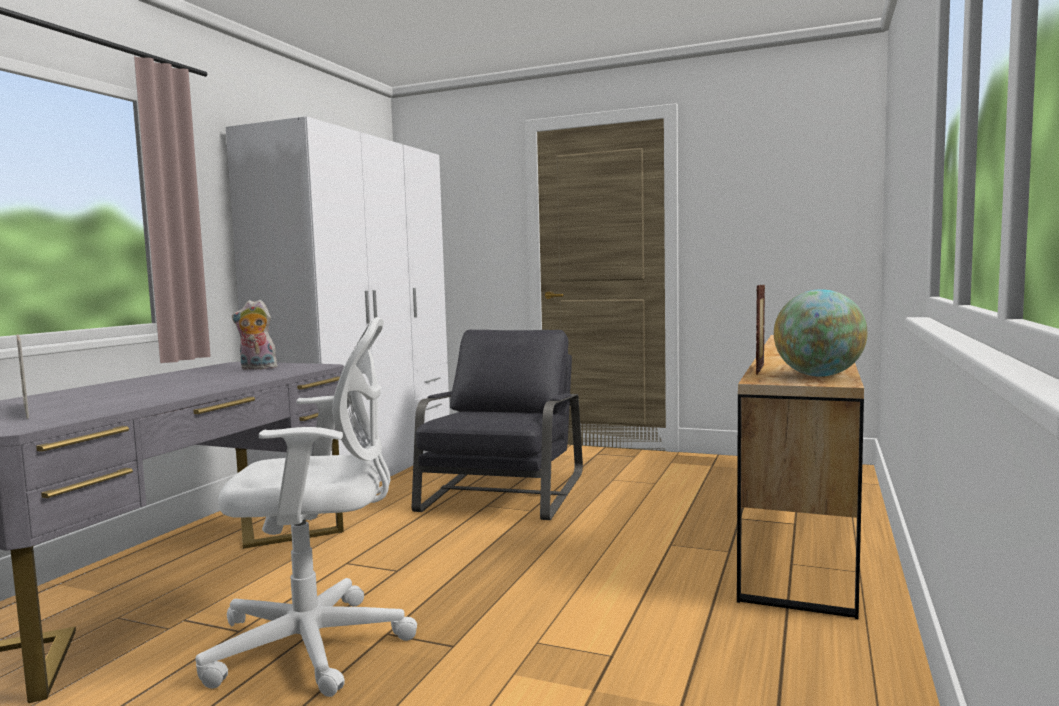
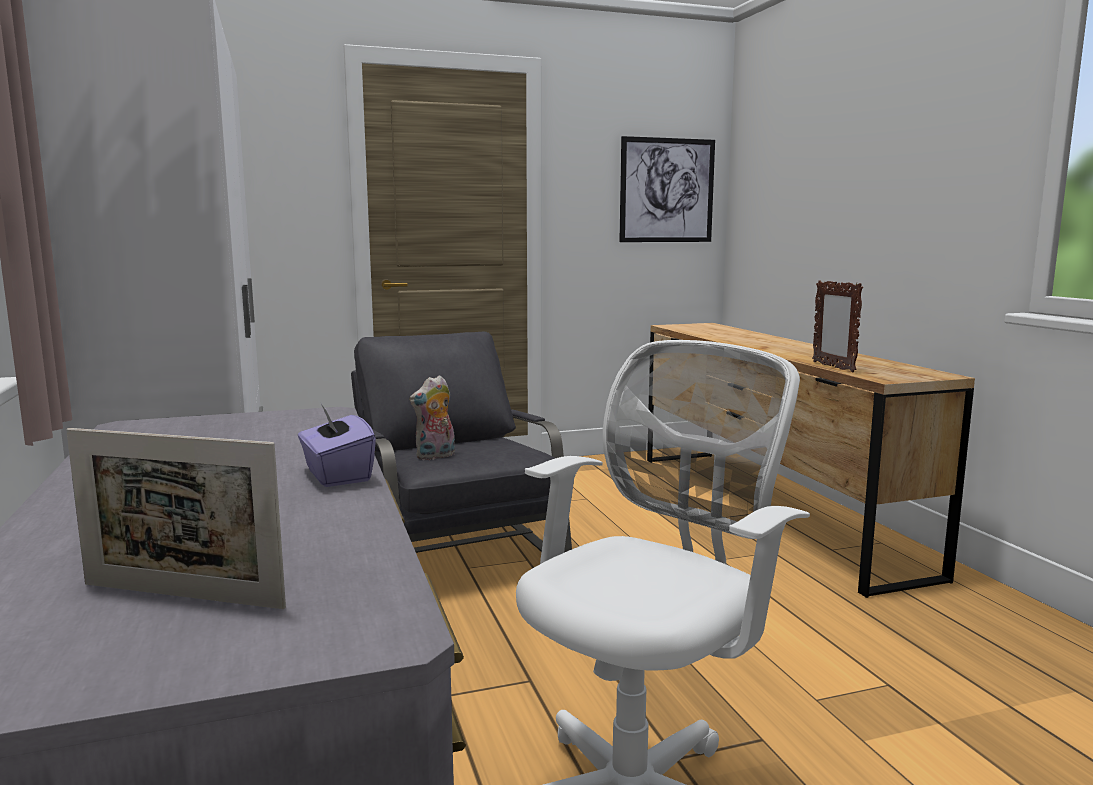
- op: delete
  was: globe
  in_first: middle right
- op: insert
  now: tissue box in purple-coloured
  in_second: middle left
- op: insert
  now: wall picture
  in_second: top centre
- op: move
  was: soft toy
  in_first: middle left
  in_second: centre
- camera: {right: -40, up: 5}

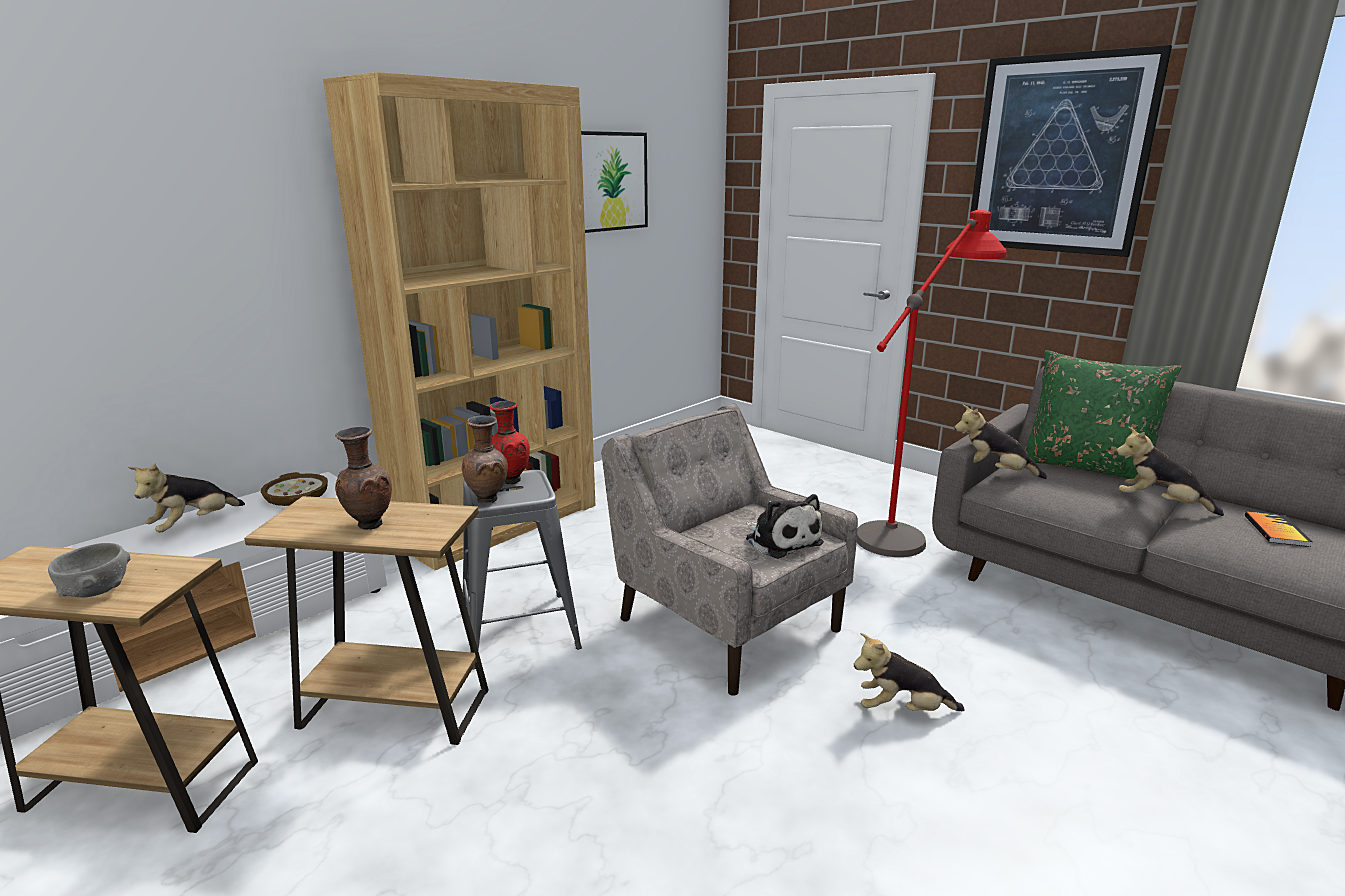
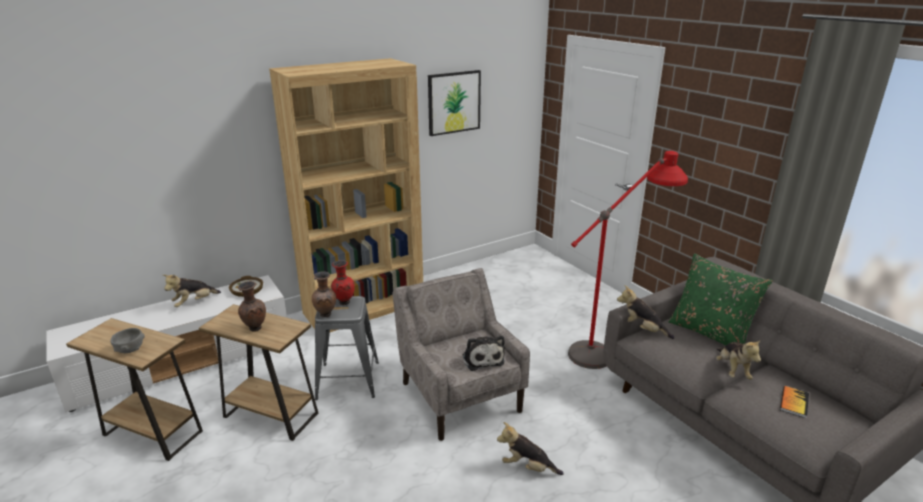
- op: delete
  was: wall picture (2nd from left)
  in_first: top right
- op: rotate
  was: soft toy (5th from left)
  in_first: middle right
  in_second: bottom right
  clockwise: -135
- camera: {right: 15, up: 5}

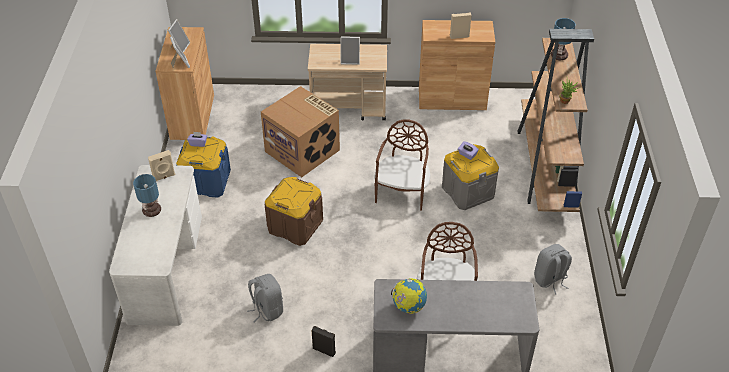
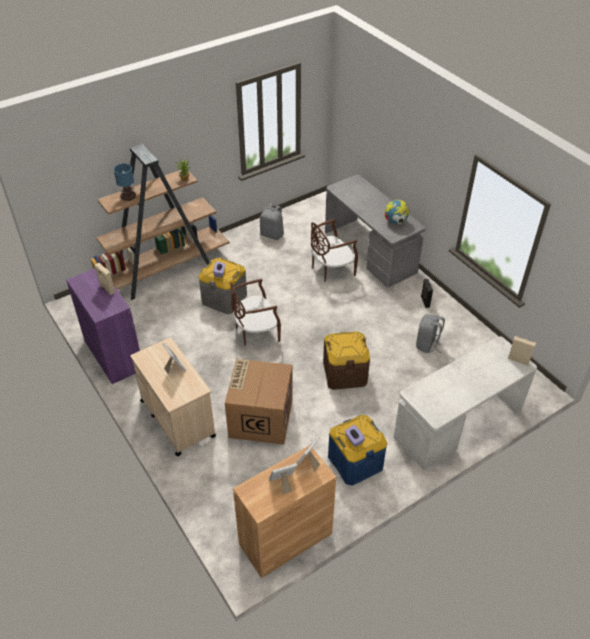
- op: delete
  was: table lamp (1st from left)
  in_first: middle left
- op: move
  was: loudspeaker in beige (1st from left in the first image)
  now: loudspeaker in beige (2nd from left)
  in_first: middle left
  in_second: middle right
- op: recolor
  was: cupboard in brown-coloured (2nd from left)
  now: cupboard in purple-coloured
  in_first: top centre
  in_second: middle left
- camera: {right: -125, up: 0}

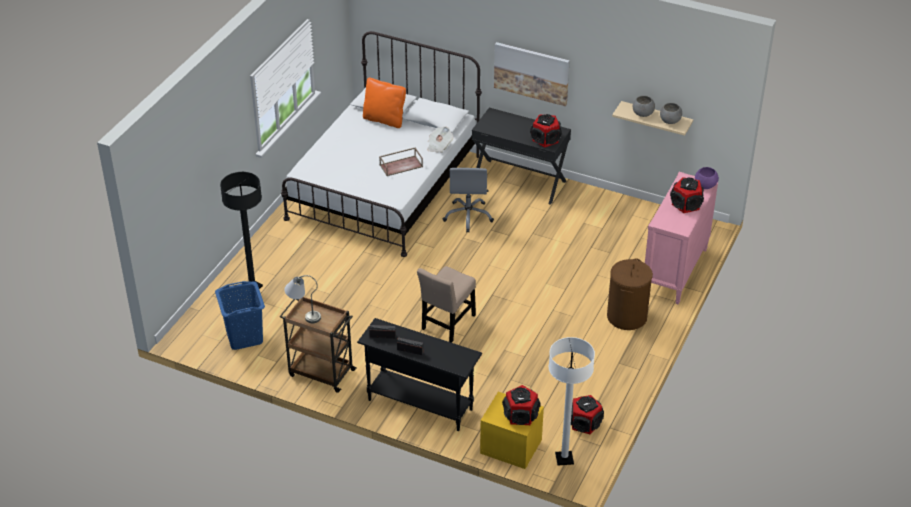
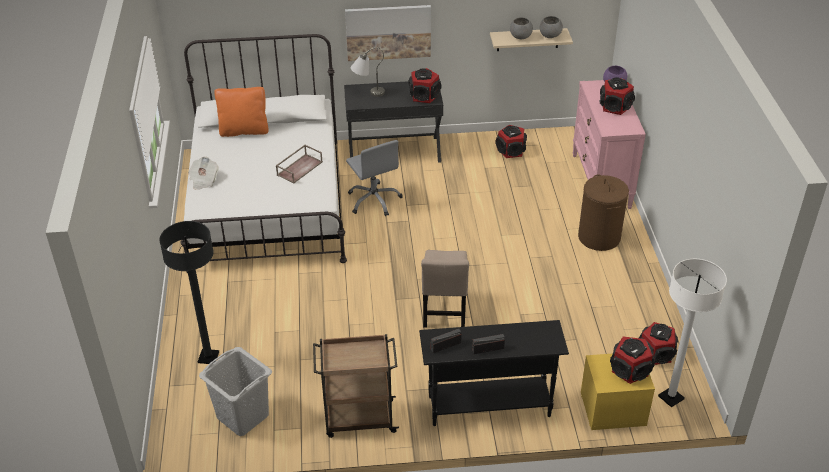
- op: insert
  now: loudspeaker (2nd from left)
  in_second: top centre
- op: move
  was: table lamp in gray
  in_first: middle left
  in_second: top centre
- op: move
  was: daily paper
  in_first: top centre
  in_second: middle left
- op: recolor
  was: laundry basket in bluish
  now: laundry basket in gray
  in_first: middle left
  in_second: bottom left
- camera: {right: -30, up: 0}

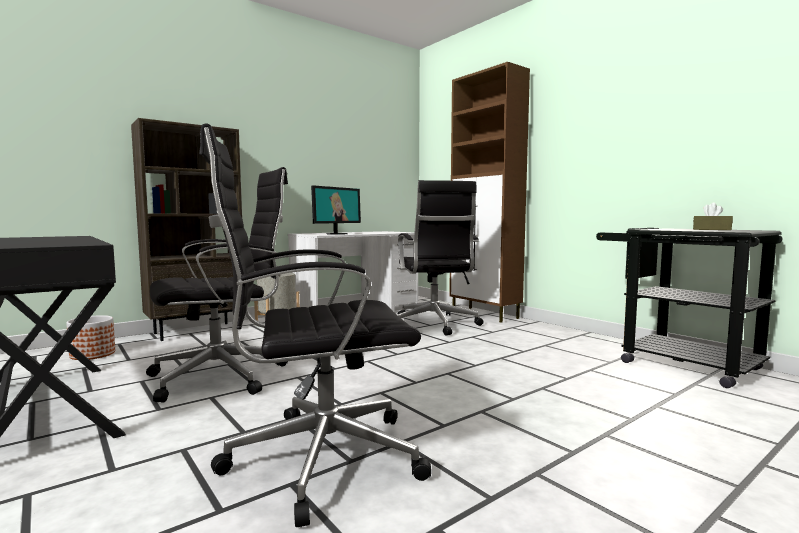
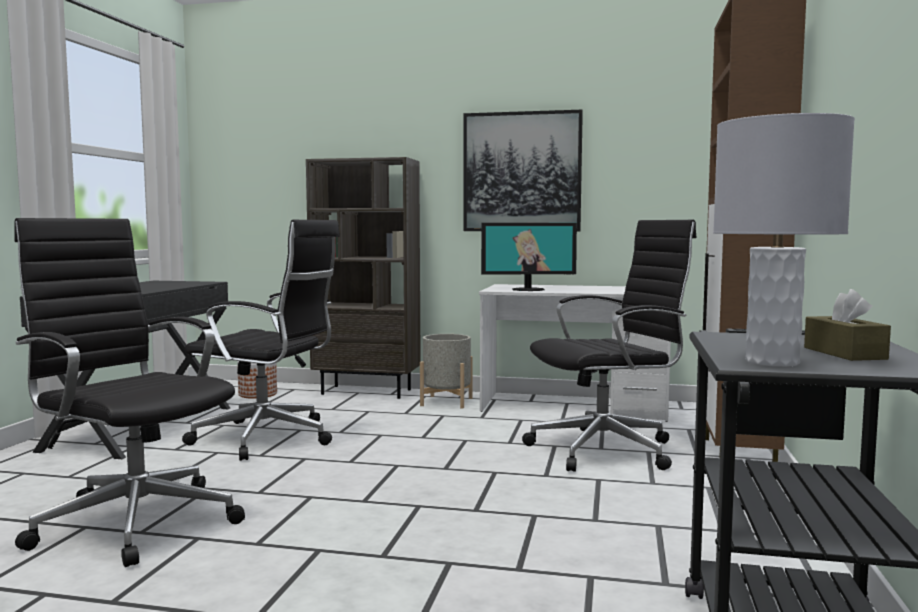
- op: insert
  now: wall picture
  in_second: top centre
- op: insert
  now: table lamp in gray
  in_second: middle right
- op: rotate
  was: computer chair in black-coloured (3rd from left)
  in_first: centre
  in_second: centre
  clockwise: -150
- camera: {right: 50, up: 0}

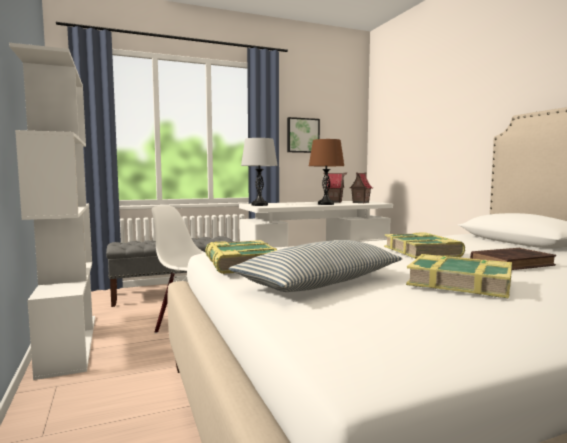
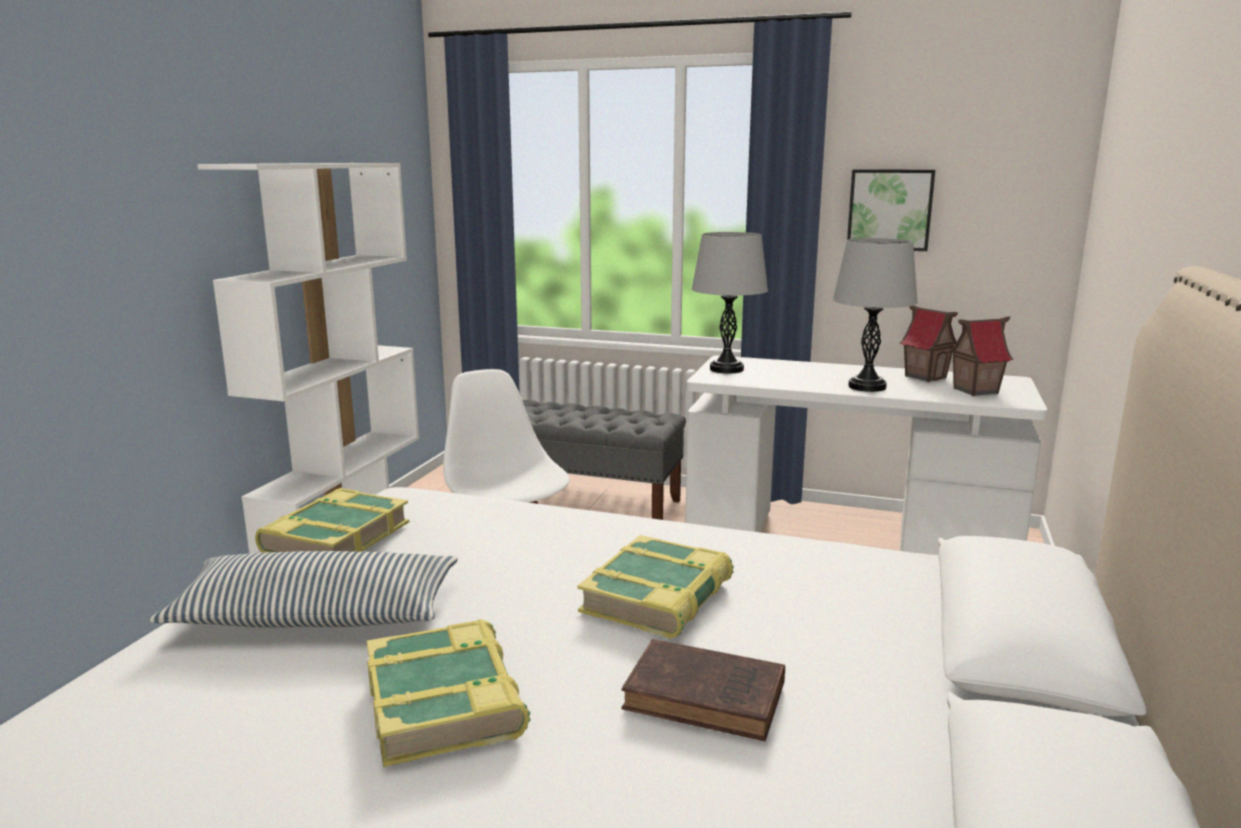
- op: recolor
  was: table lamp in brown-coloured
  now: table lamp in gray (2nd from left)
  in_first: centre
  in_second: middle right
- camera: {right: 40, up: 10}

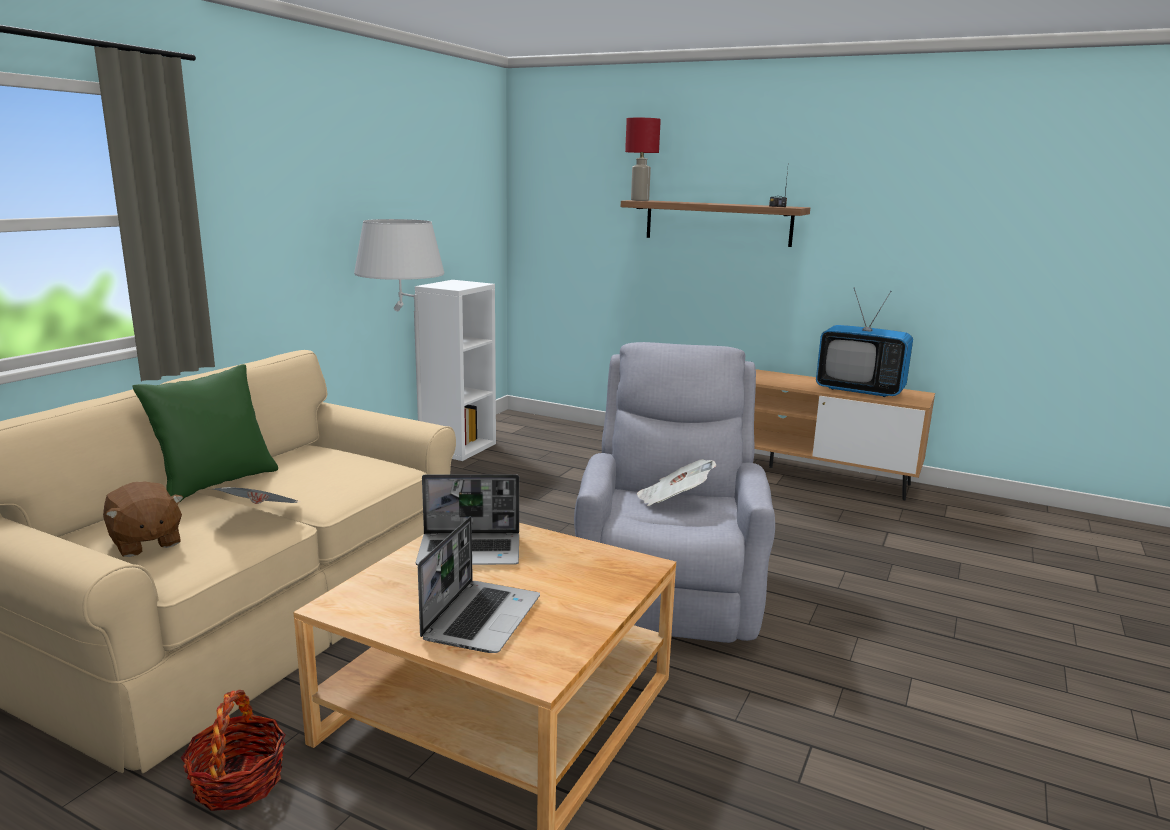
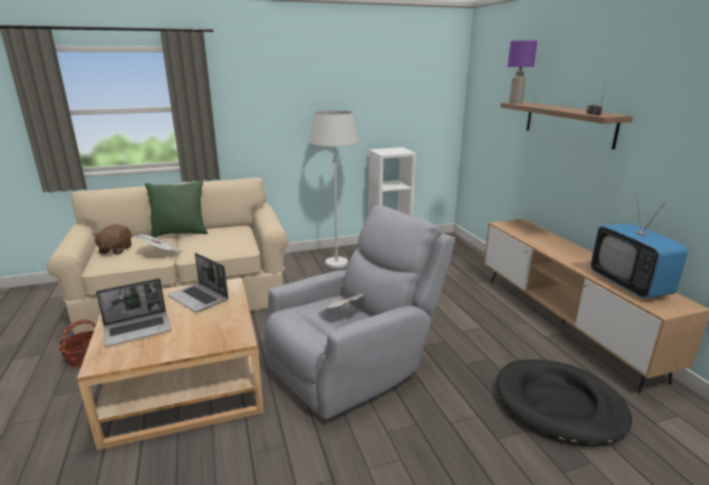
- op: insert
  now: dog bed in black-coloured
  in_second: bottom right
- op: recolor
  was: table lamp in reddish
  now: table lamp in purple-coloured
  in_first: top centre
  in_second: top right
- camera: {right: 45, up: 5}

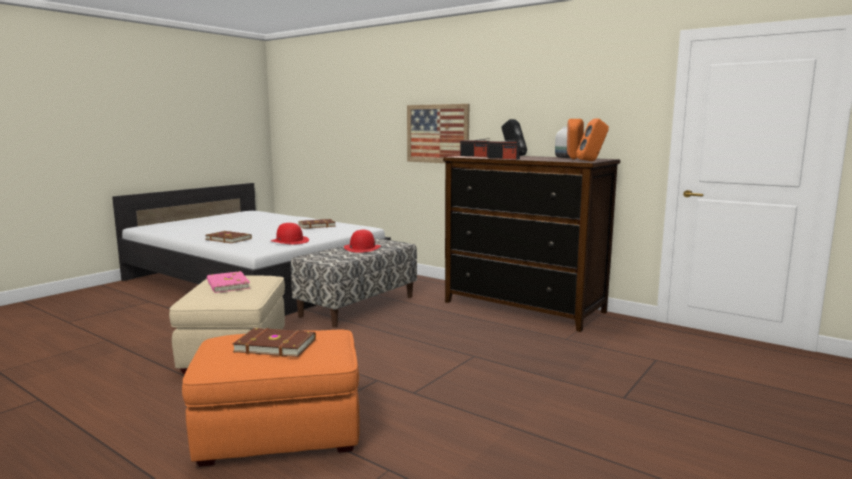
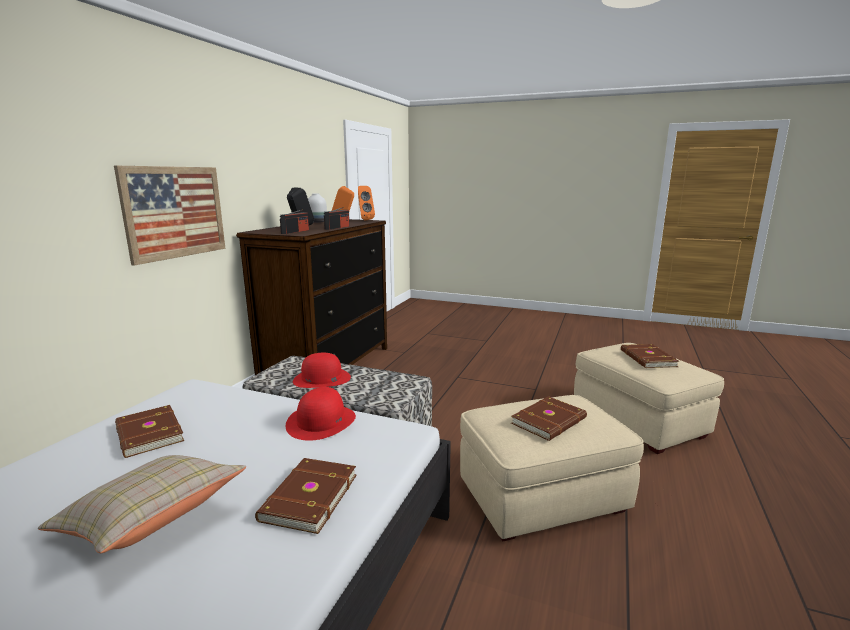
- op: insert
  now: throw pillow in beige
  in_second: bottom left
- op: recolor
  was: footrest in orange
  now: footrest in beige (2nd from left)
  in_first: bottom left
  in_second: middle right
- op: recolor
  was: volume in pink-coloured
  now: volume in brown-coloured (3rd from left)
  in_first: middle left
  in_second: centre
- camera: {right: -105, up: 5}

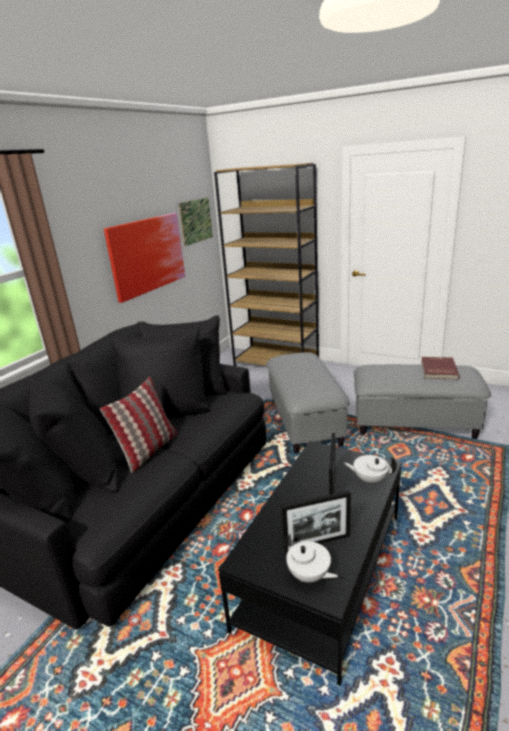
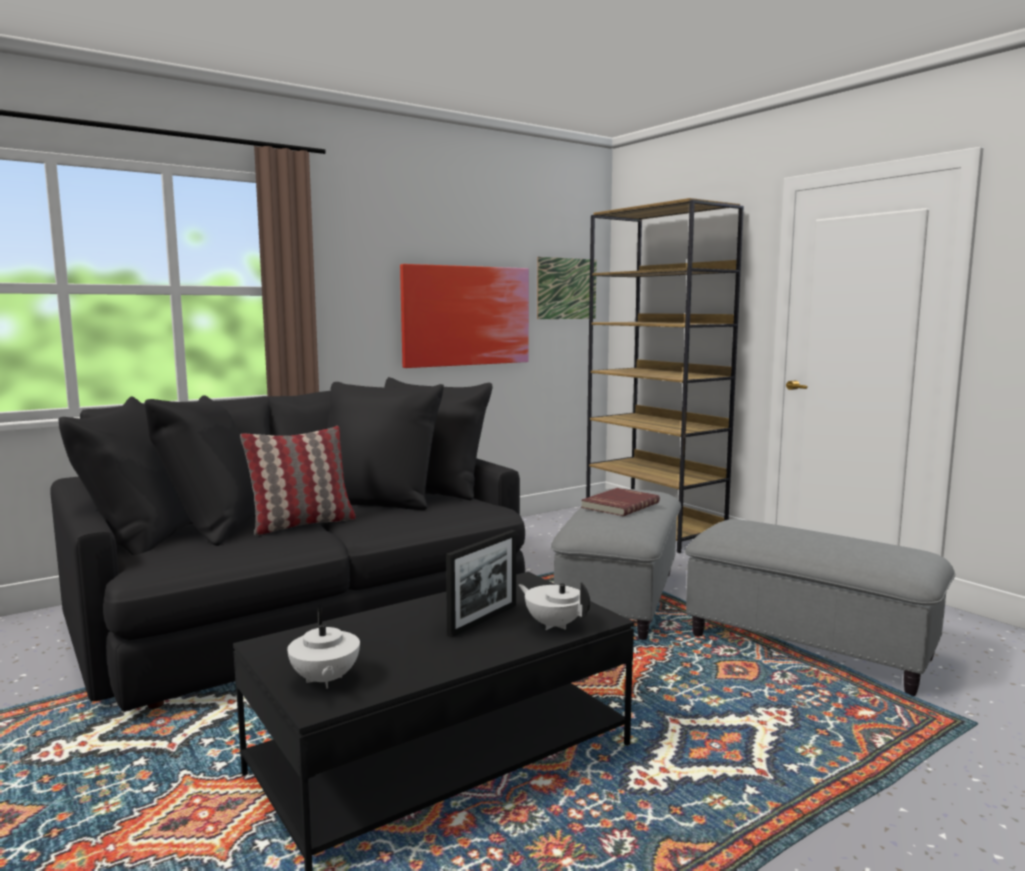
- op: delete
  was: photo frame (1st from left)
  in_first: bottom centre
- op: move
  was: volume in reddish
  in_first: middle right
  in_second: centre
- camera: {right: 25, up: -15}

